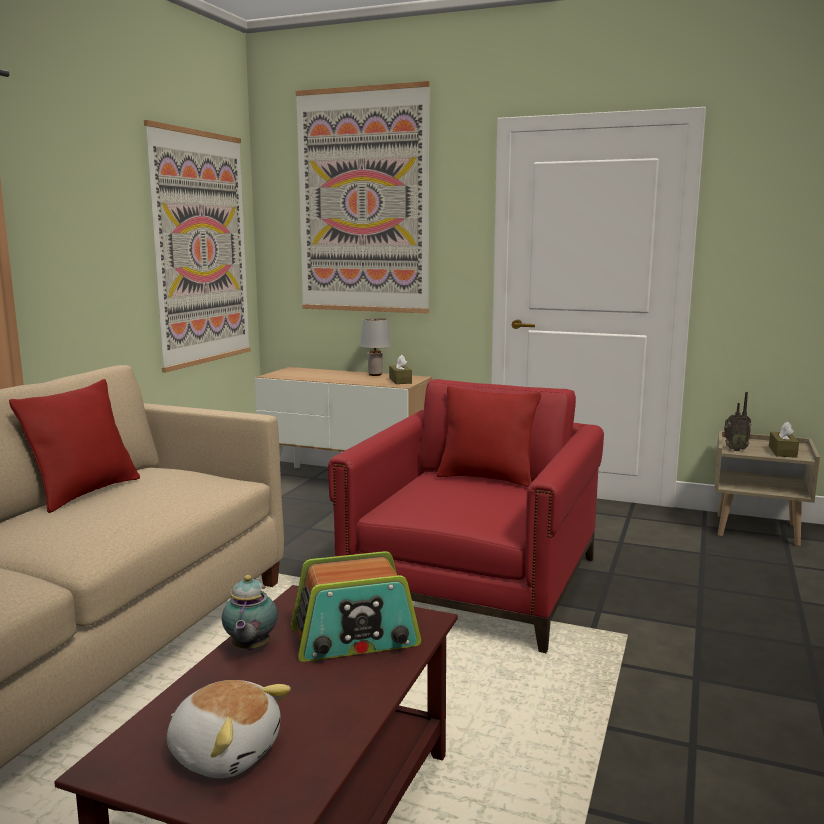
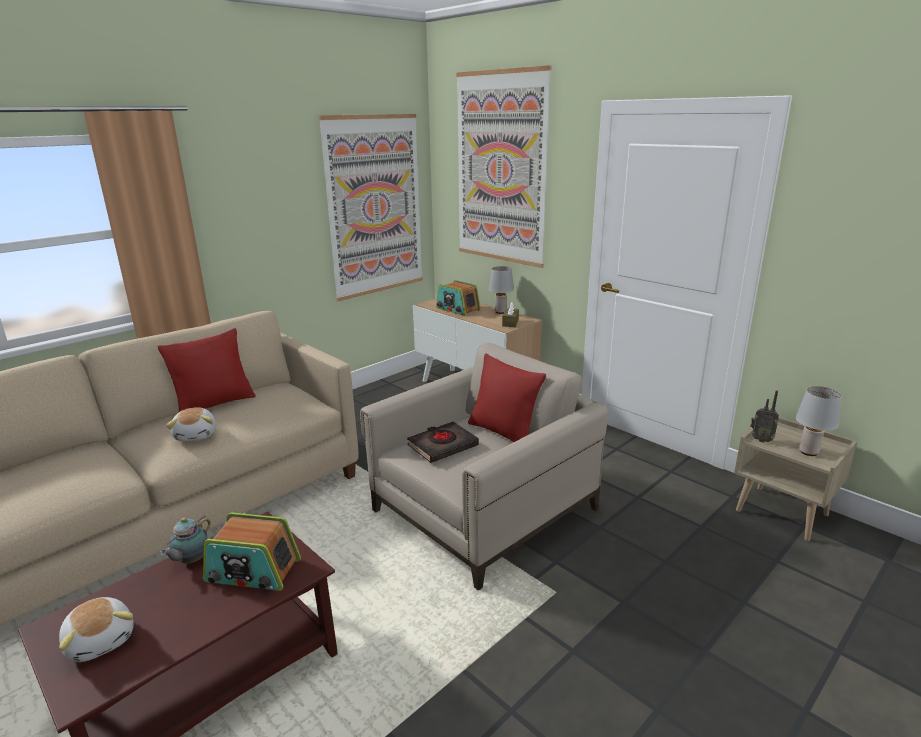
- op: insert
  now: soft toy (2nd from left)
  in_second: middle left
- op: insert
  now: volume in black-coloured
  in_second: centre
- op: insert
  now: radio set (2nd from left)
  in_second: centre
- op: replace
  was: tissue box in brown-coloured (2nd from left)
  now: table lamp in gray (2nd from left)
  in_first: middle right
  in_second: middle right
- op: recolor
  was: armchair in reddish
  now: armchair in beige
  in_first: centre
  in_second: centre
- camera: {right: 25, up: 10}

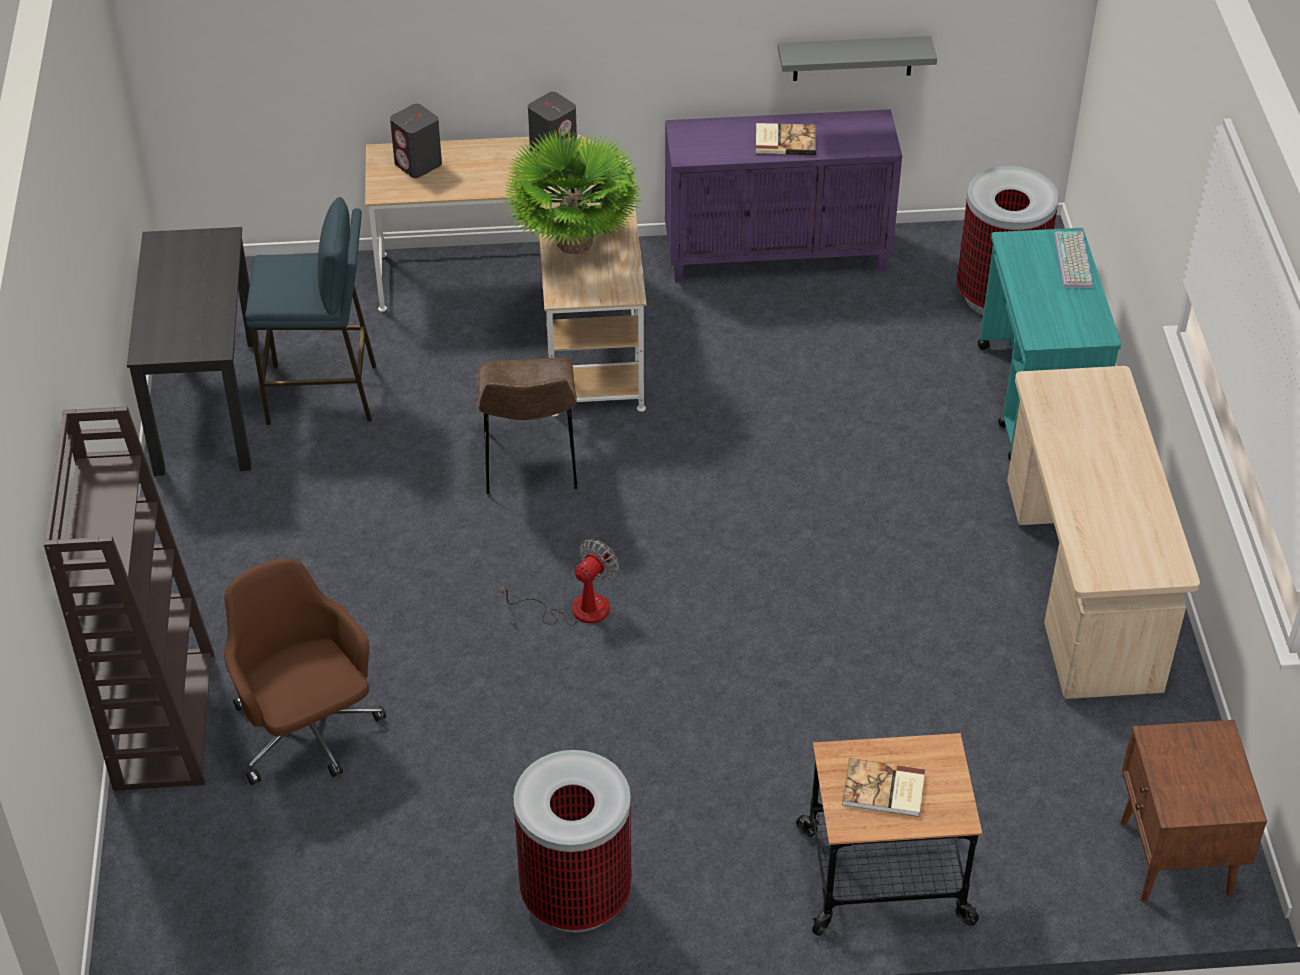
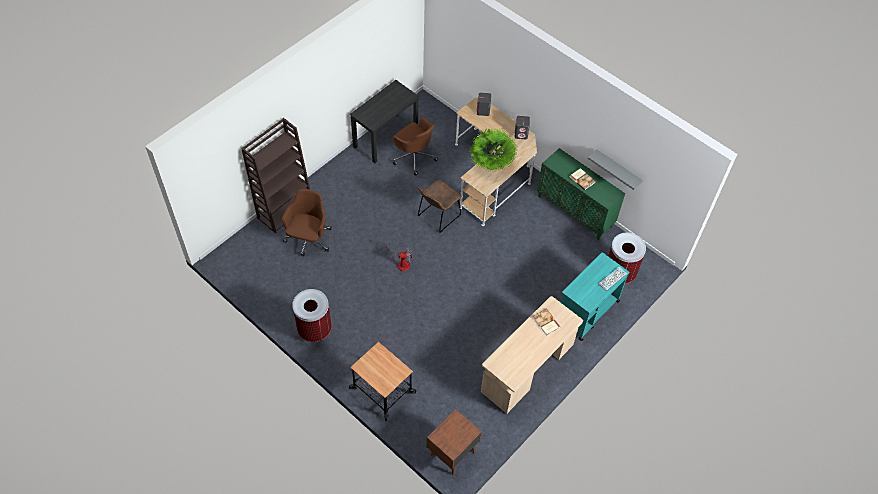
- op: move
  was: volume (2nd from left in the first image)
  now: volume (1st from left)
  in_first: bottom right
  in_second: centre
- op: replace
  was: sitting stool in bluish
  now: computer chair in brown-coloured (2nd from left)
  in_first: top left
  in_second: top centre
- op: recolor
  was: cupboard in purple-coloured
  now: cupboard in green
  in_first: top centre
  in_second: centre
- camera: {right: 45, up: 10}

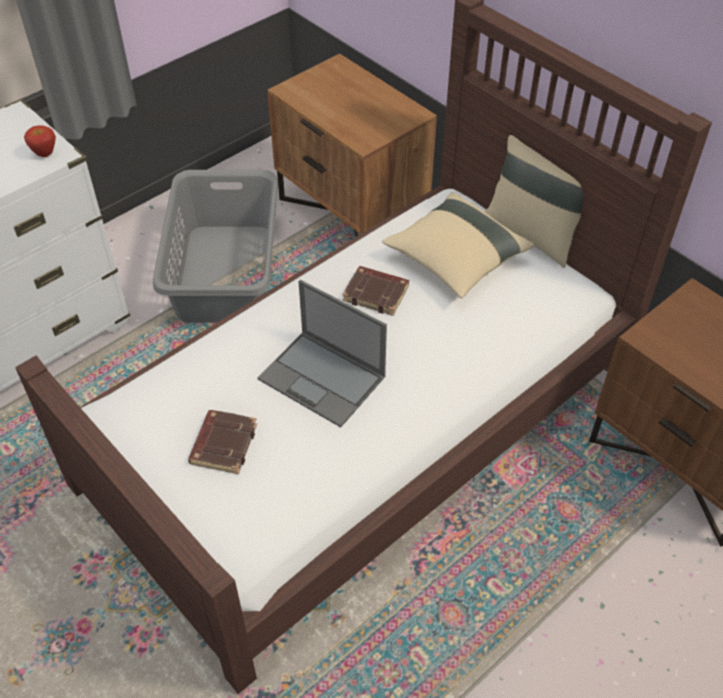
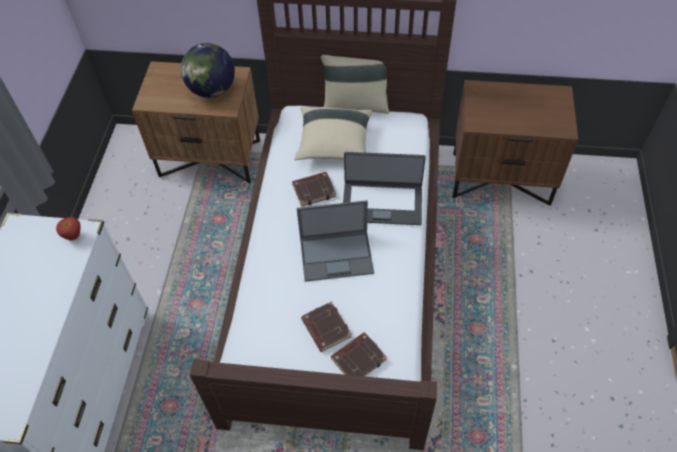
- op: delete
  was: laundry basket in gray
  in_first: middle left
- op: insert
  now: globe
  in_second: top left
- op: insert
  now: volume in brown-coloured (3rd from left)
  in_second: bottom centre
- op: insert
  now: portable computer (2nd from left)
  in_second: centre
- camera: {right: -40, up: 5}

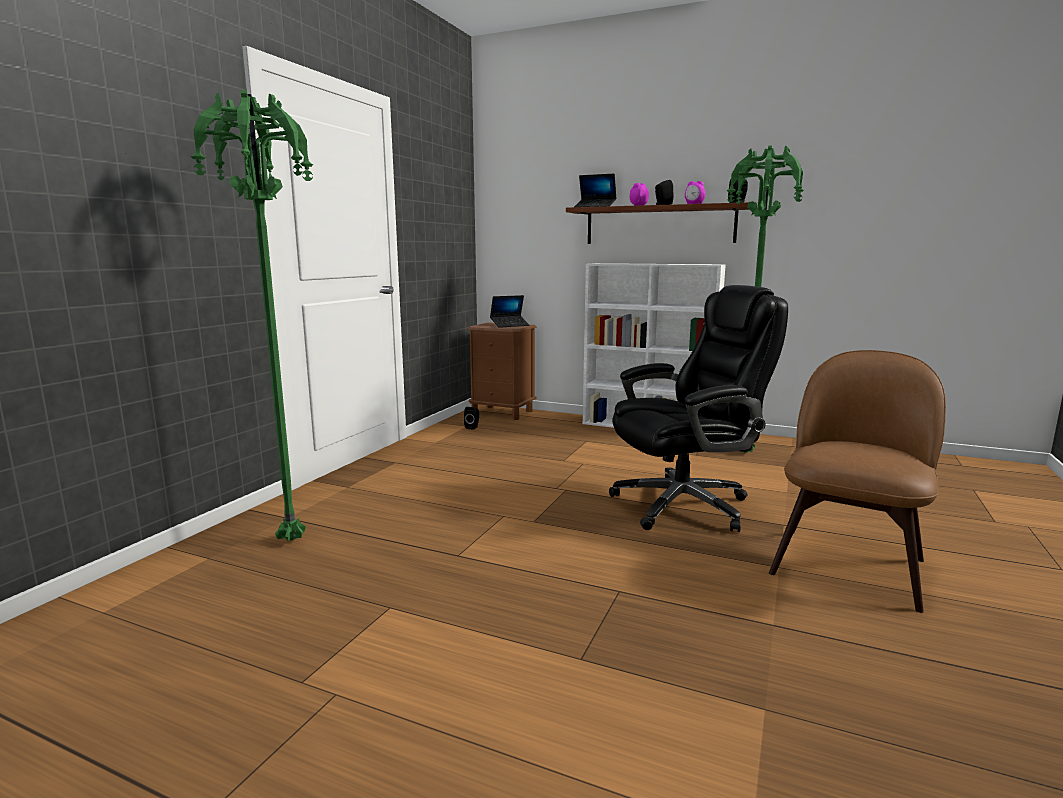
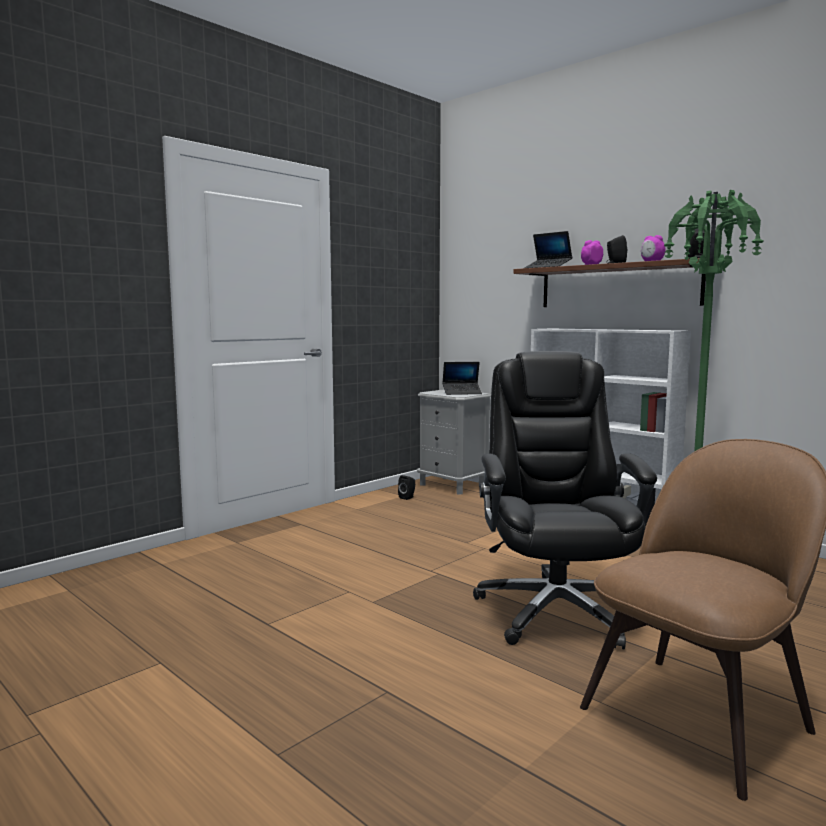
- op: delete
  was: standing lamp in green (1st from left)
  in_first: middle left
- op: recolor
  was: bedside table in brown-coloured
  now: bedside table in gray
  in_first: centre
  in_second: centre
- op: rotate
  was: computer chair in black-coloured
  in_first: centre
  in_second: middle right
  clockwise: -90
- camera: {right: 20, up: -5}

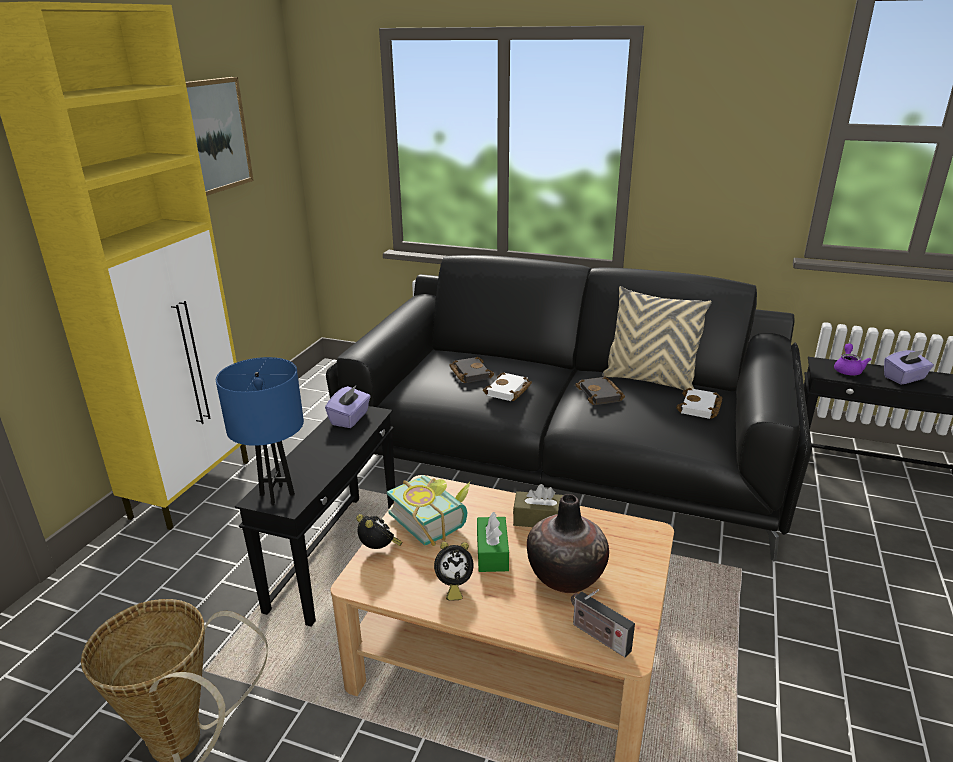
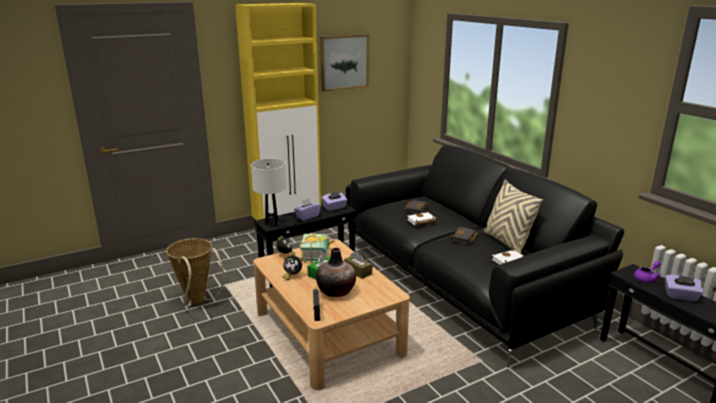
- op: insert
  now: tissue box in purple-coloured (1st from left)
  in_second: centre
- op: recolor
  was: table lamp in bluish
  now: table lamp in whitish
  in_first: middle left
  in_second: centre
- camera: {right: 40, up: -5}

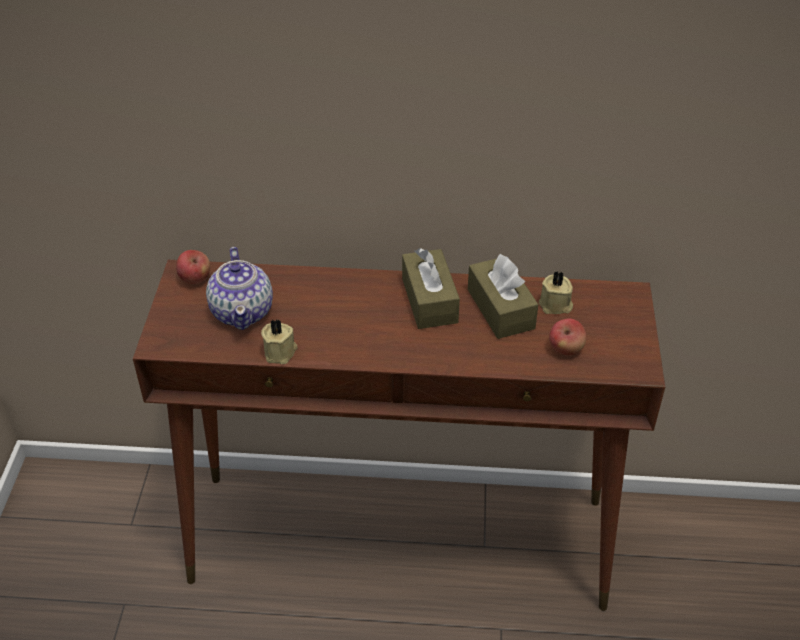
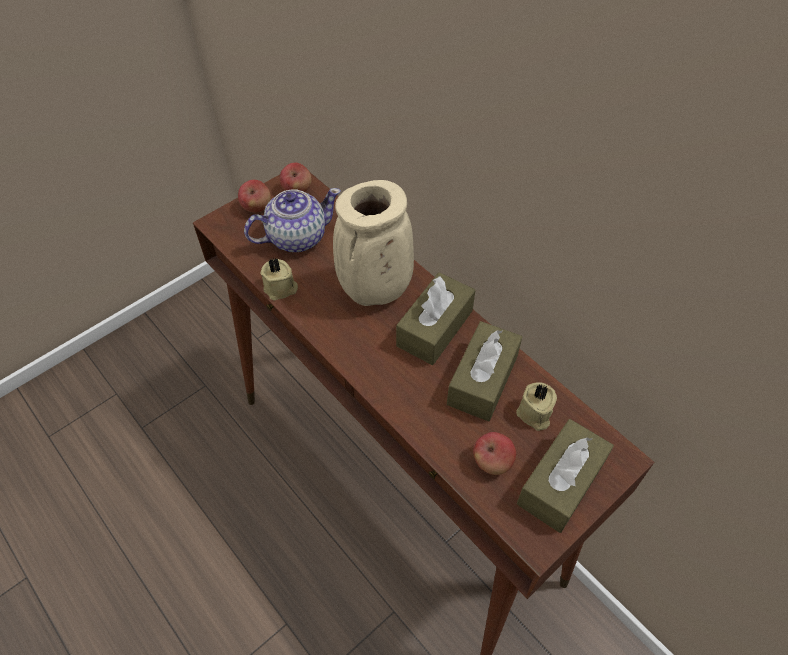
- op: insert
  now: apple fruit (1st from left)
  in_second: top left
- op: insert
  now: flower vase in beige
  in_second: centre
- op: insert
  now: tissue box in brown-coloured (3rd from left)
  in_second: bottom right
- op: rotate
  was: pot for tea
  in_first: middle left
  in_second: centre
  clockwise: -150
- camera: {right: 45, up: 10}

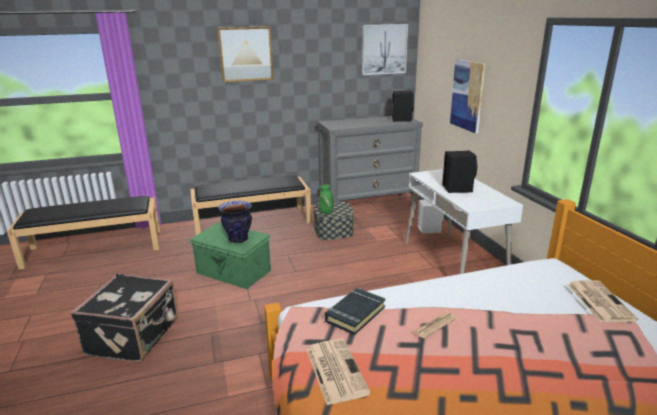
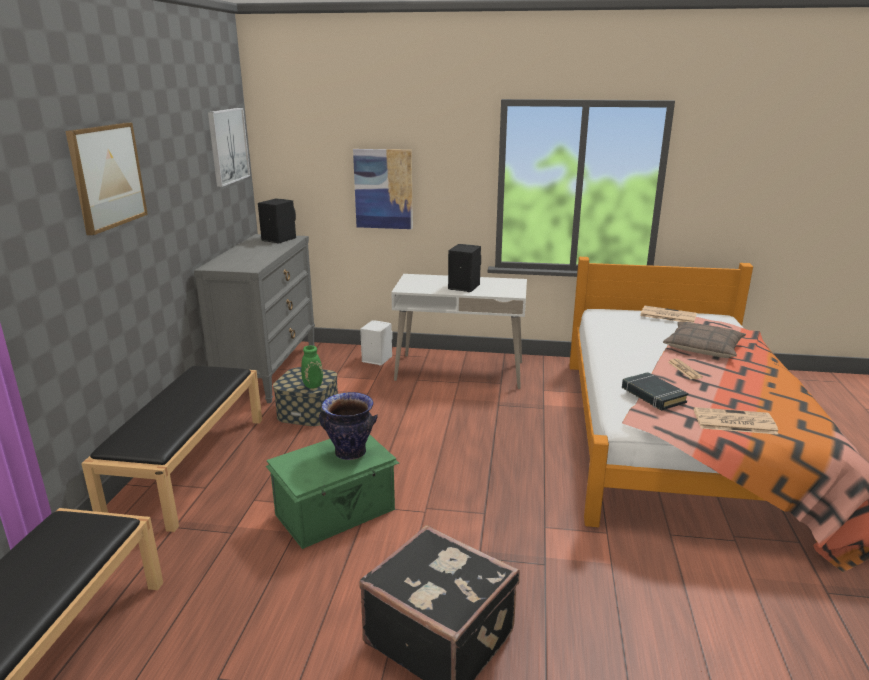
- op: insert
  now: throw pillow
  in_second: middle right
- camera: {right: -65, up: 0}

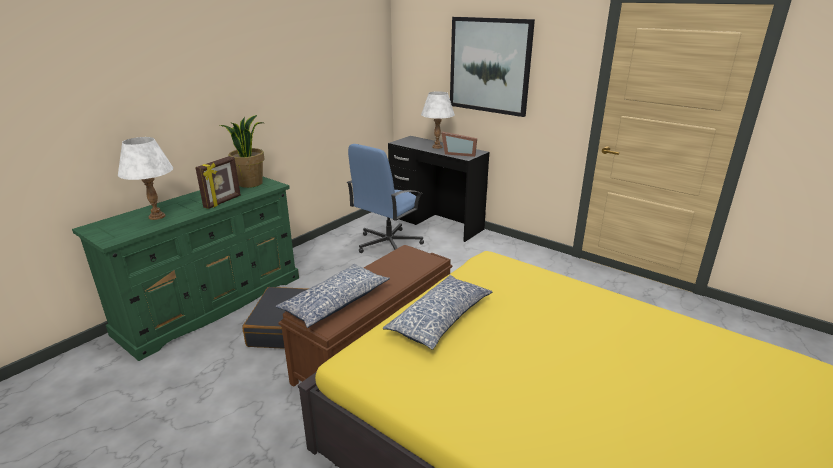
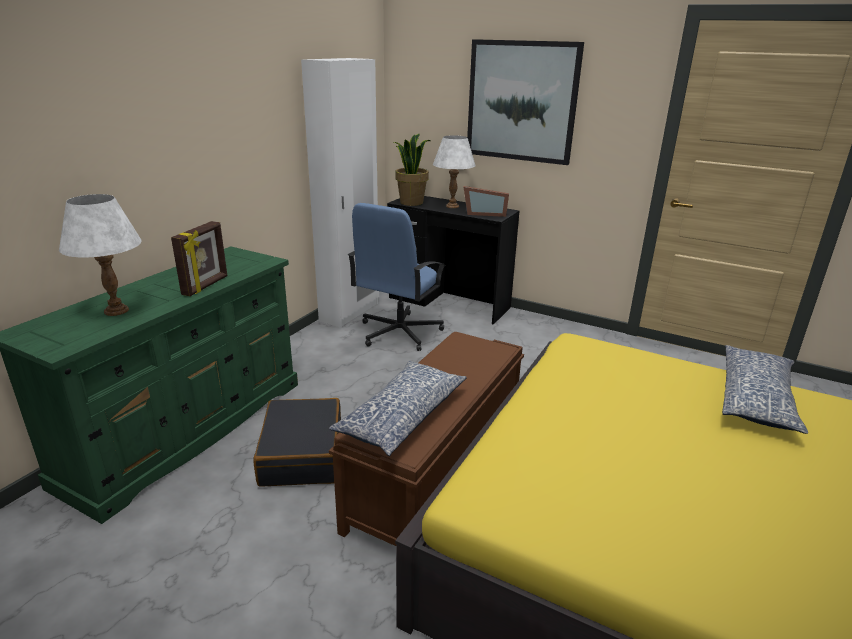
- op: insert
  now: clothes cupboard in whitish
  in_second: top centre
- op: move
  was: plant in a pot
  in_first: top left
  in_second: top centre
- op: move
  was: throw pillow (2nd from left)
  in_first: bottom centre
  in_second: middle right
- camera: {right: -10, up: 0}

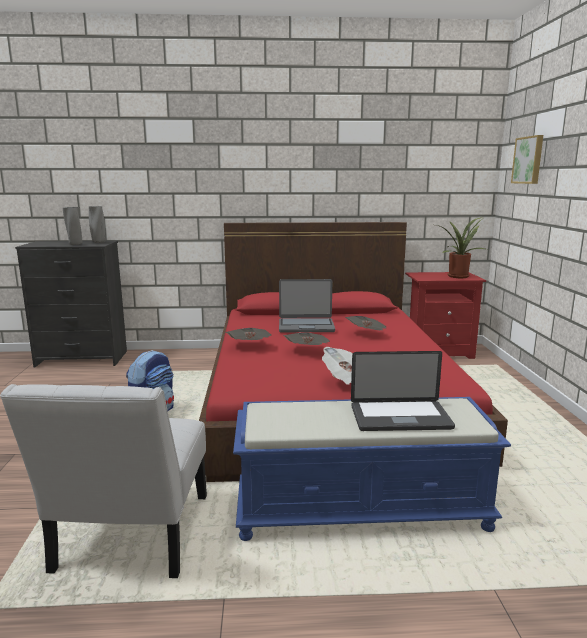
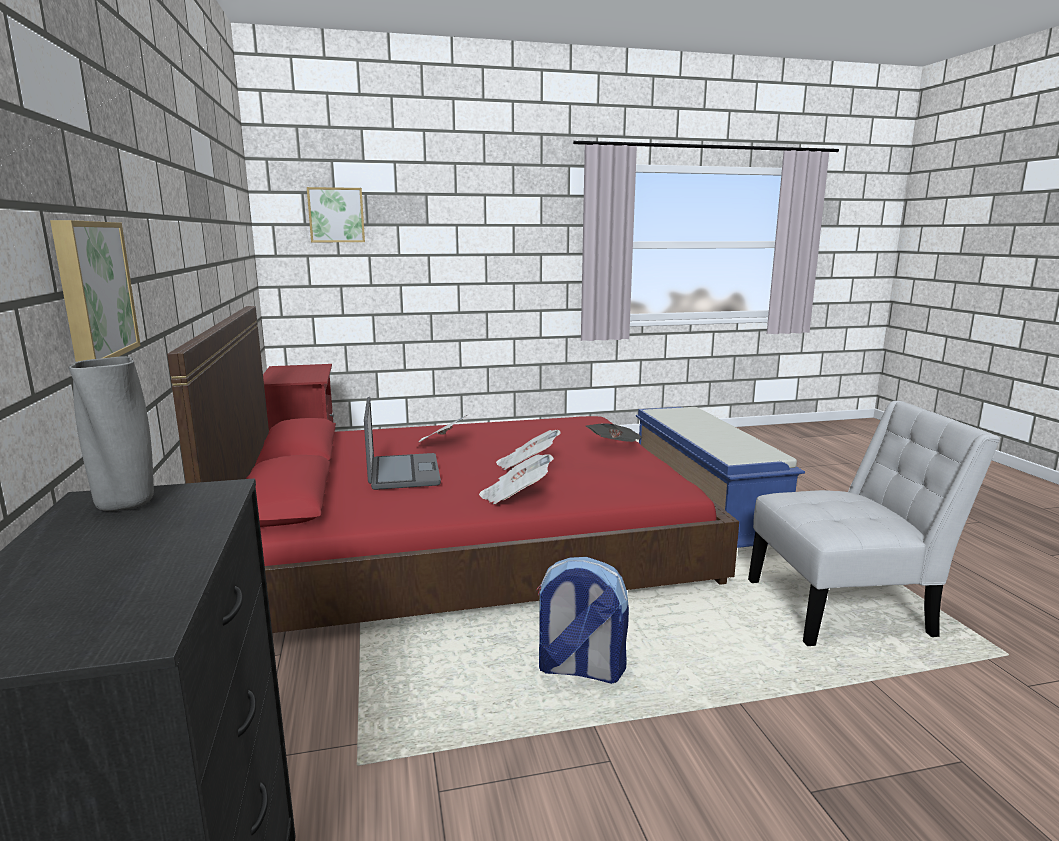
- op: delete
  was: flower vase in gray (1st from left)
  in_first: middle left
- op: delete
  was: portable computer (2nd from left)
  in_first: middle right
- op: delete
  was: plant in a pot
  in_first: middle right
- op: insert
  now: wall picture (1st from left)
  in_second: middle left
- camera: {right: -100, up: 0}

